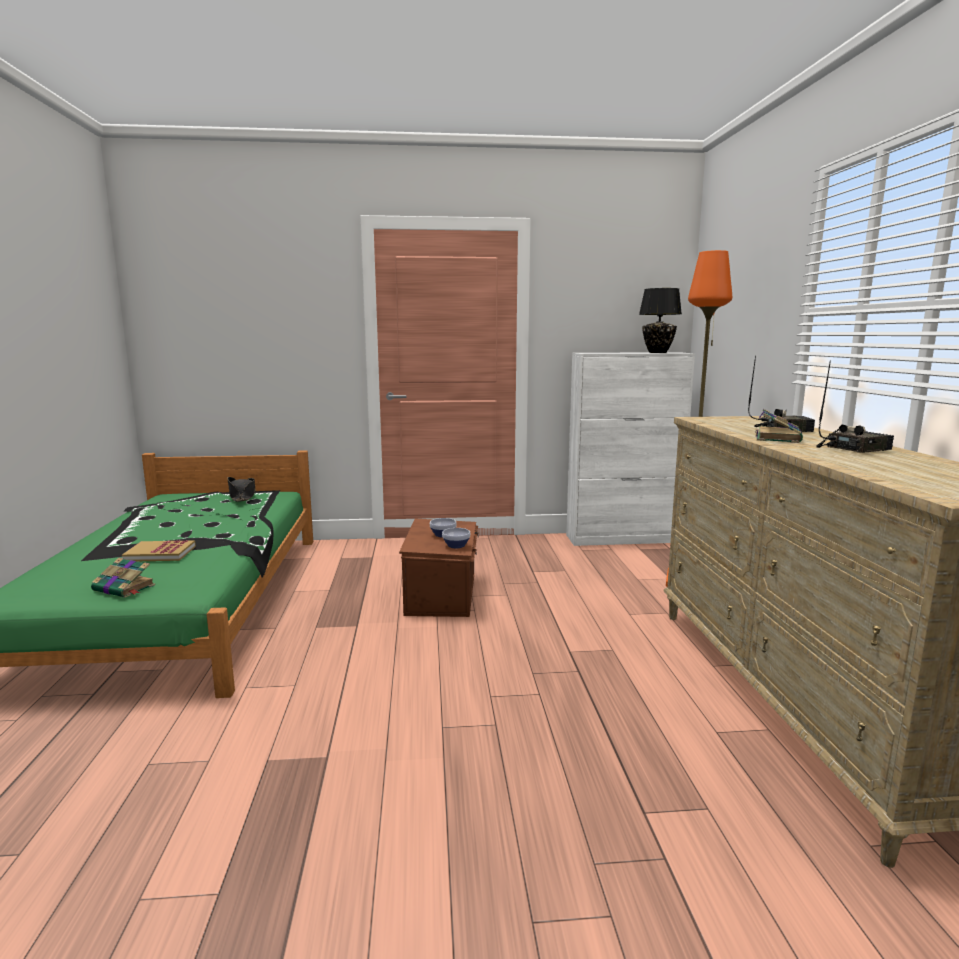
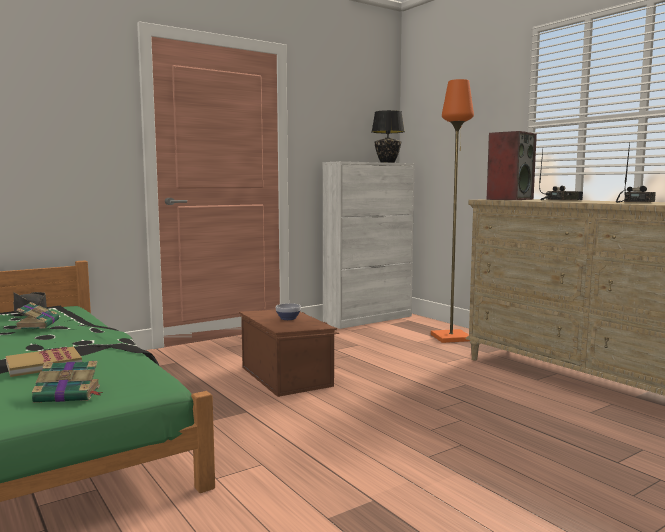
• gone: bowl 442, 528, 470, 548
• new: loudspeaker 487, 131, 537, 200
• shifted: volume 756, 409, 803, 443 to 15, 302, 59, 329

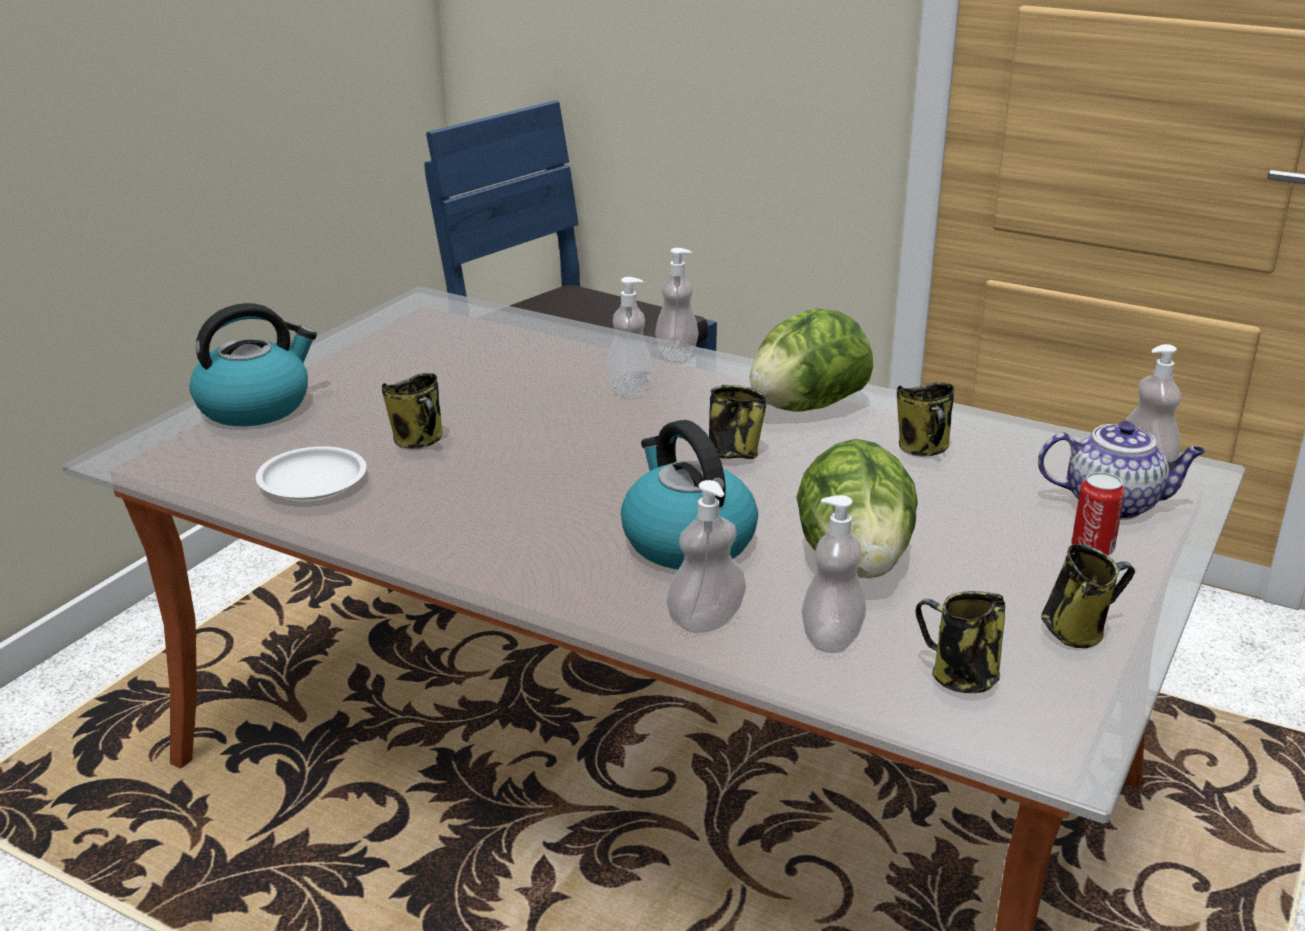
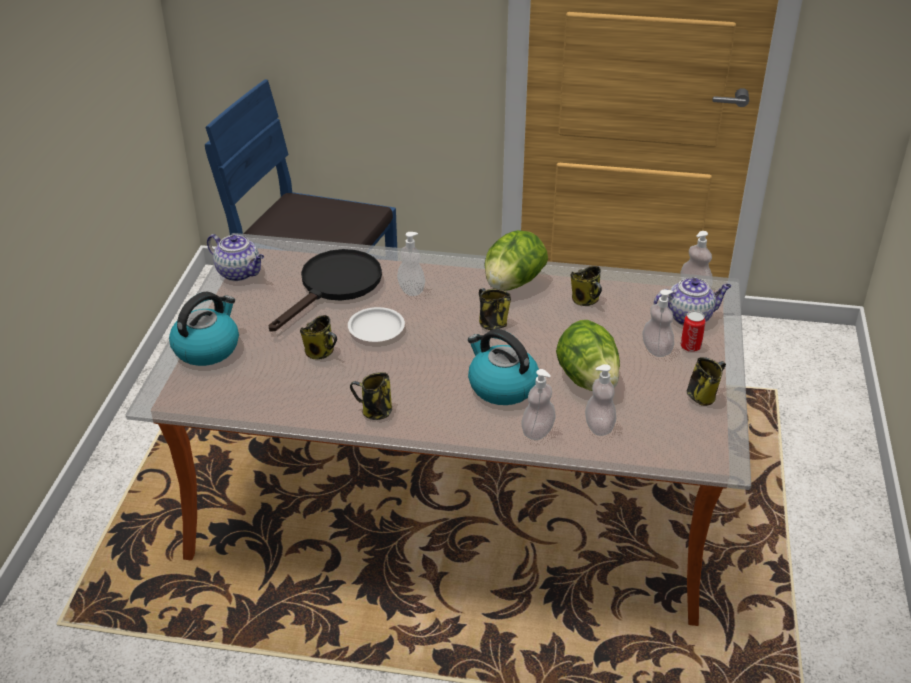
• new: pot for tea 207, 234, 264, 281
• new: black skillet 269, 249, 382, 332
• shifted: white-coloured flat dish 256, 446, 366, 500 to 348, 307, 405, 342
• shifted: liquid soap bottle 655, 248, 699, 361 to 643, 290, 674, 357
• shifted: mug 915, 591, 1005, 693 to 350, 372, 392, 420

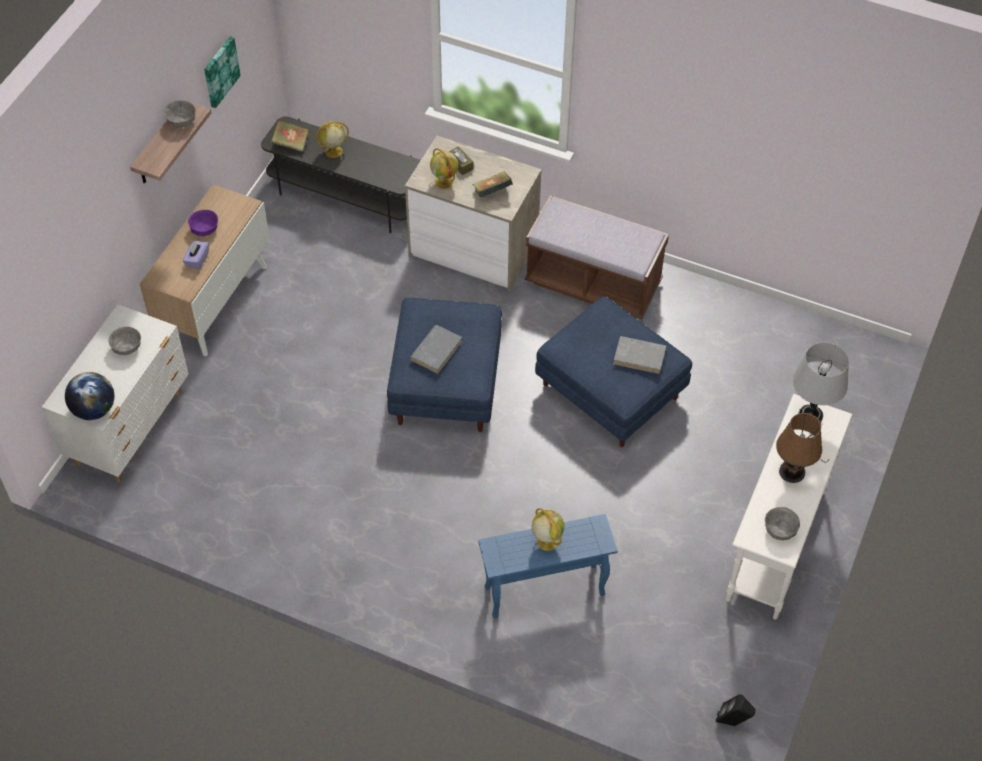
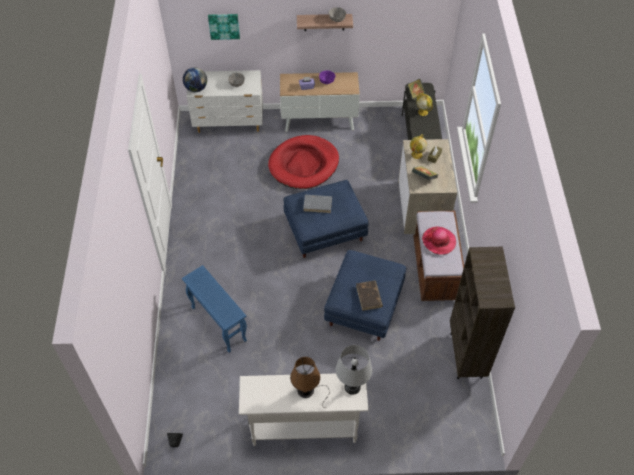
• gone: world globe 532, 508, 564, 551
• gone: gray bowl 765, 507, 800, 540
• new: reddish dog bed 268, 135, 339, 189
• new: clothing hat 422, 227, 456, 255
• new: brownish shelving unit 450, 247, 515, 379
• shifted: wall art 204, 36, 241, 108 to 208, 14, 240, 40
• repainted: gray volume 613, 336, 666, 374 to brownish volume 356, 281, 383, 311

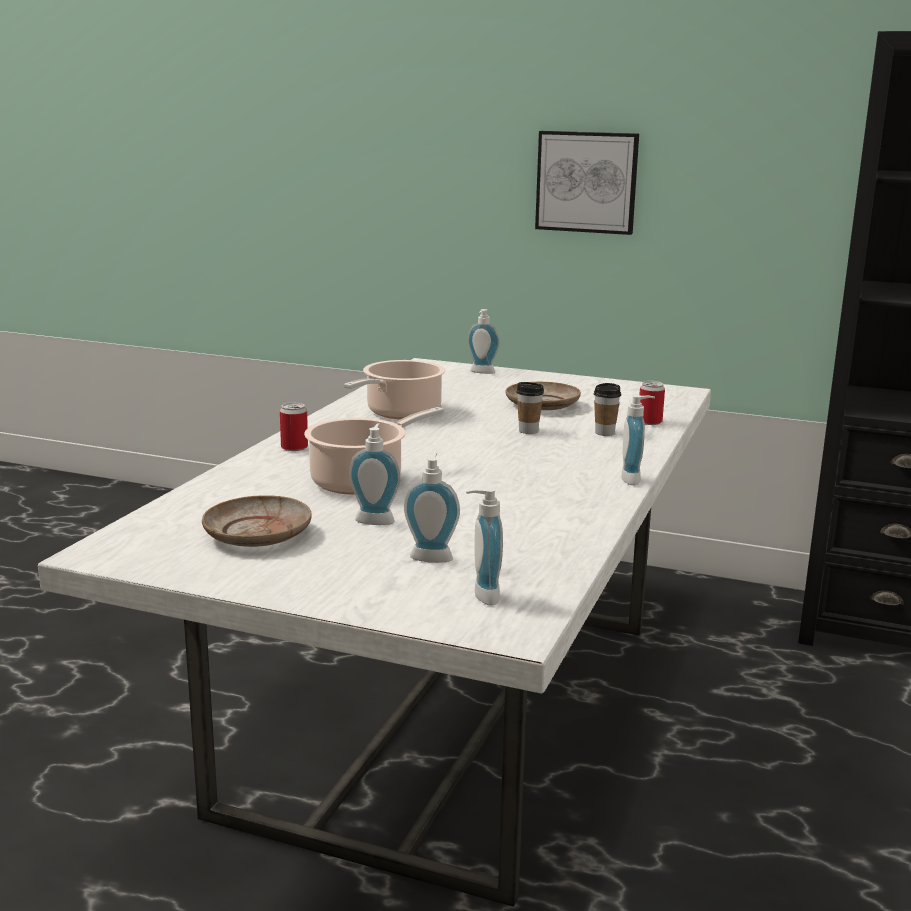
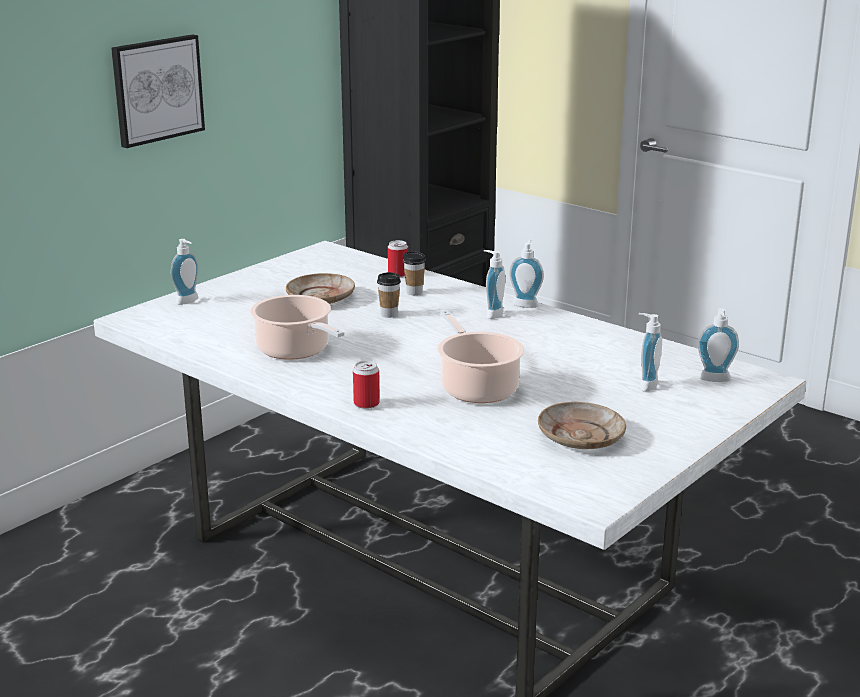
• shifted: liquid soap bottle 349, 423, 400, 525 to 483, 250, 505, 319

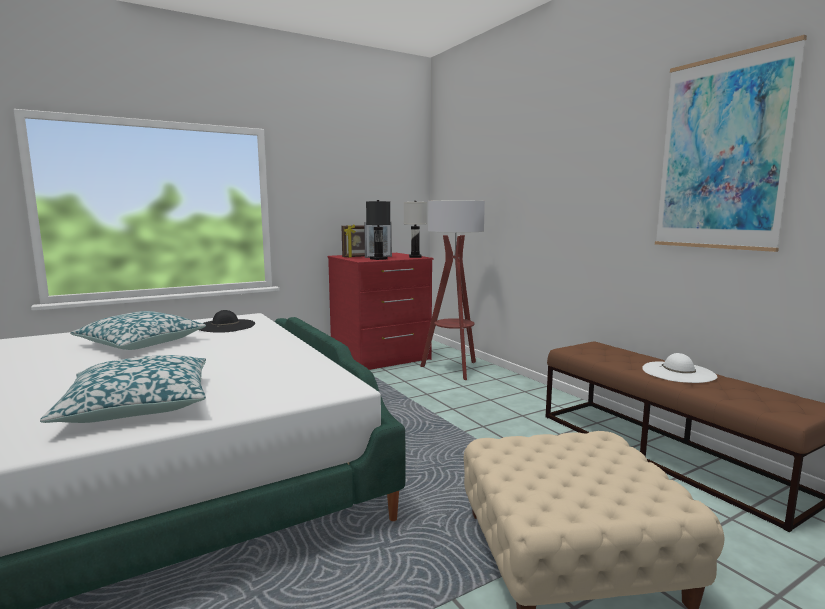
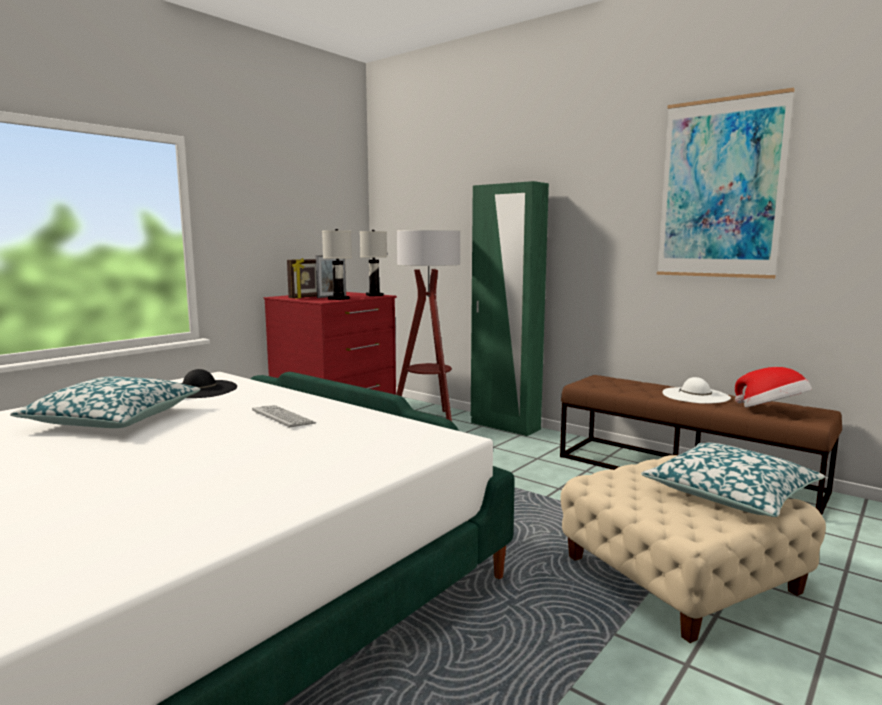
• new: keyboard 252, 405, 316, 428
• new: green wardrobe 471, 181, 549, 436
• new: clothing hat 735, 367, 812, 407
• shifted: throw pillow 40, 355, 206, 423 to 641, 443, 825, 517
• repainted: black tabletop lamp 366, 200, 391, 260 to white-coloured tabletop lamp 322, 229, 352, 300

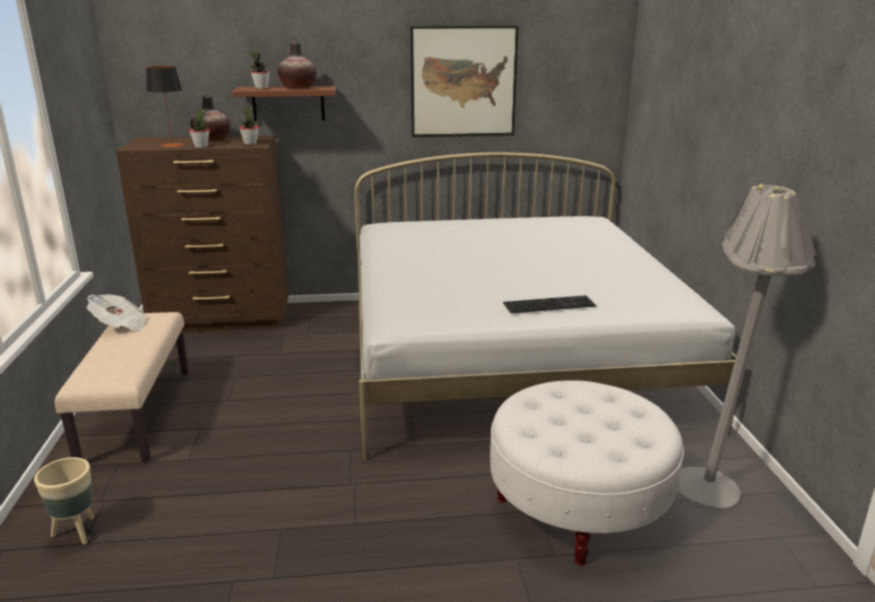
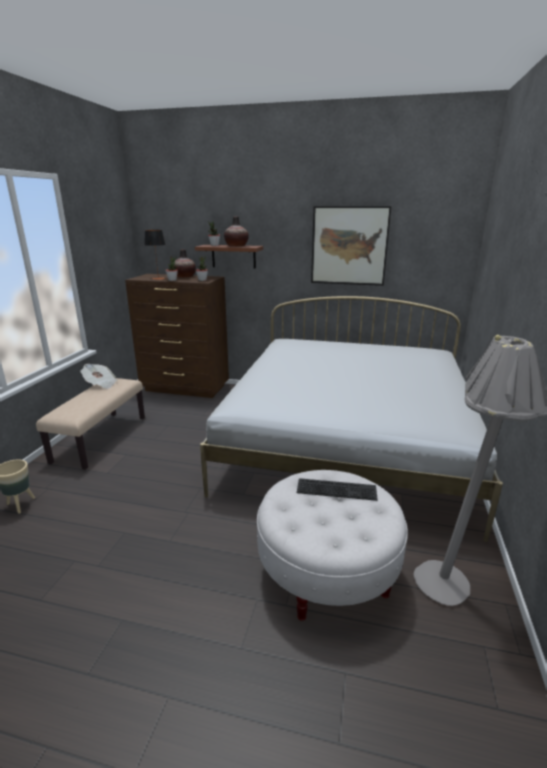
• shifted: keyboard 503, 295, 596, 313 to 297, 478, 378, 501

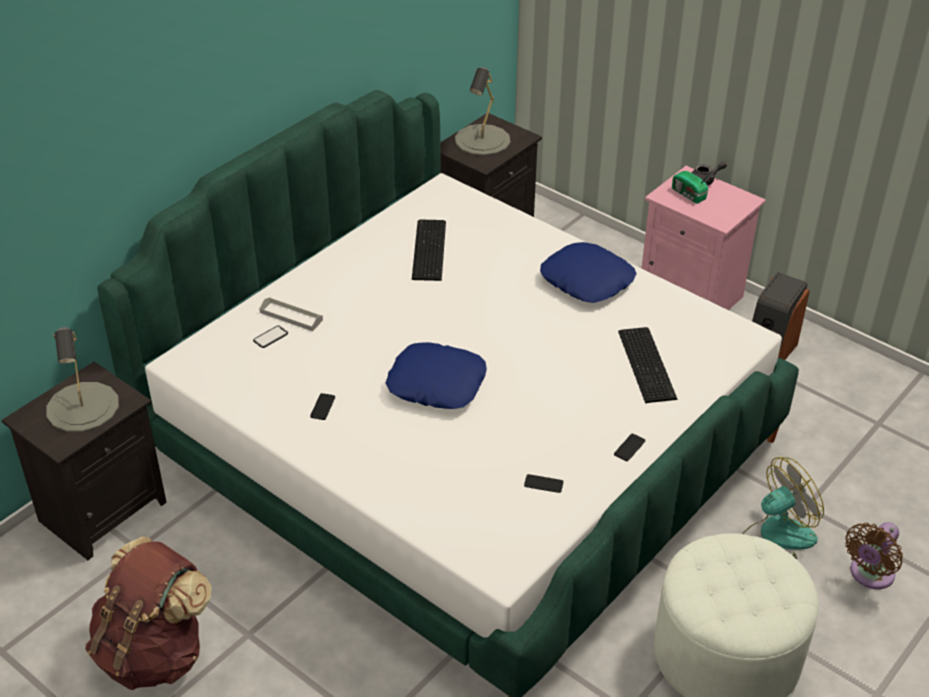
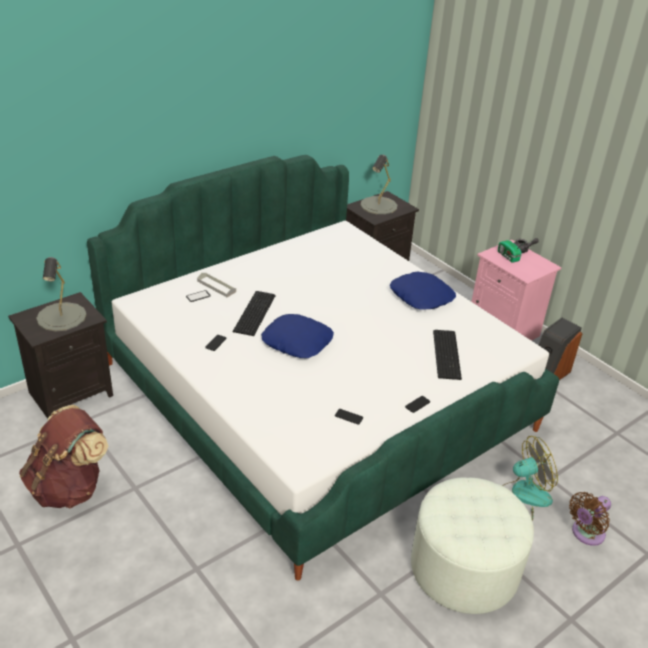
• shifted: keyboard 412, 219, 446, 281 to 232, 291, 276, 336

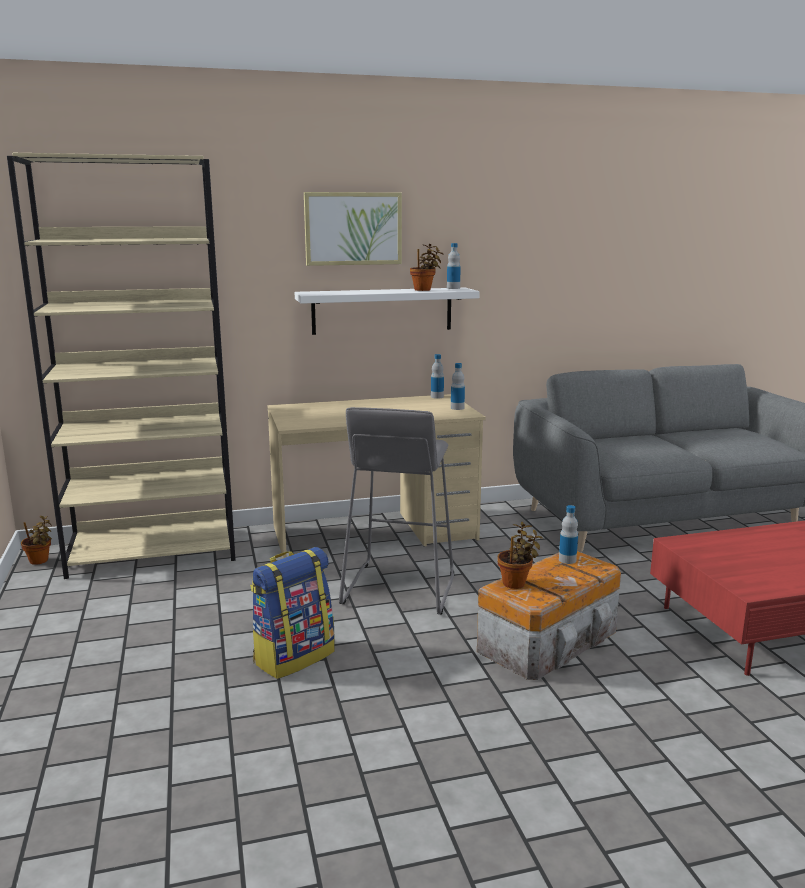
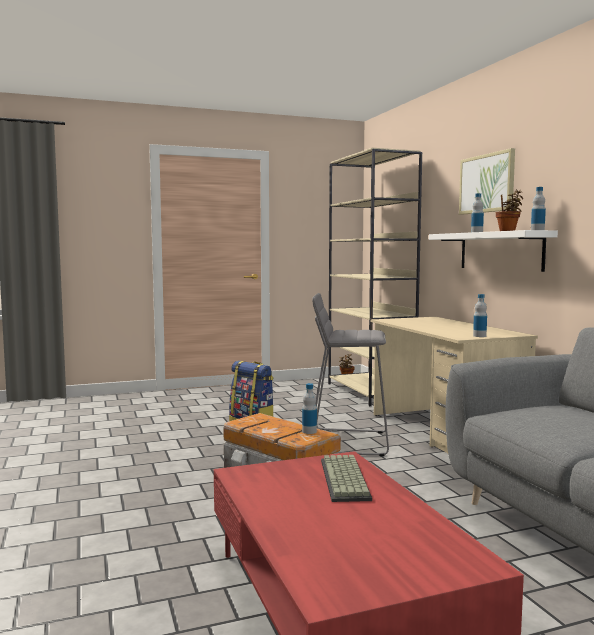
• gone: potted plant 497, 522, 543, 589
• new: keyboard 321, 455, 372, 502
• shifted: beverage bottle 431, 354, 444, 399 to 471, 193, 484, 232

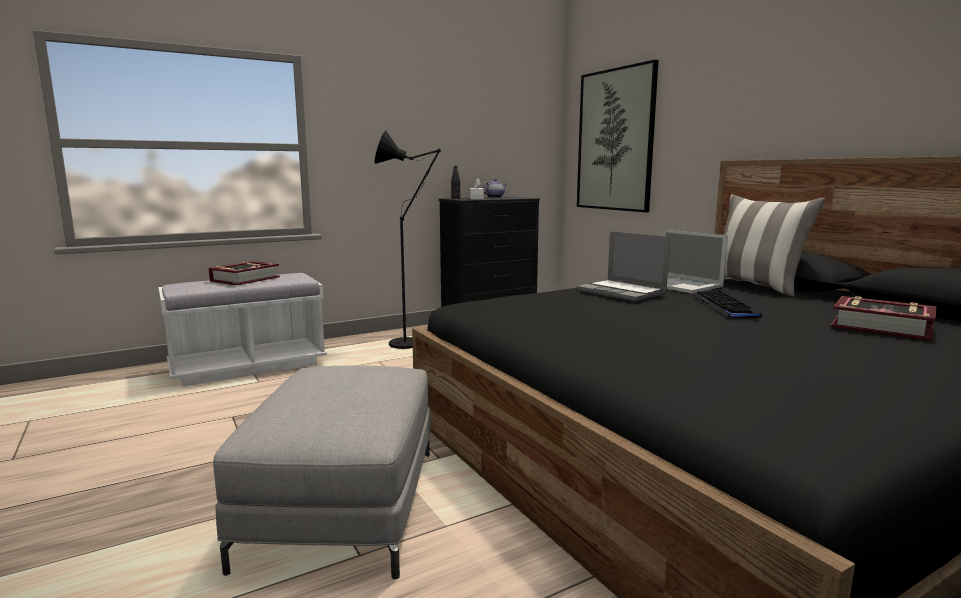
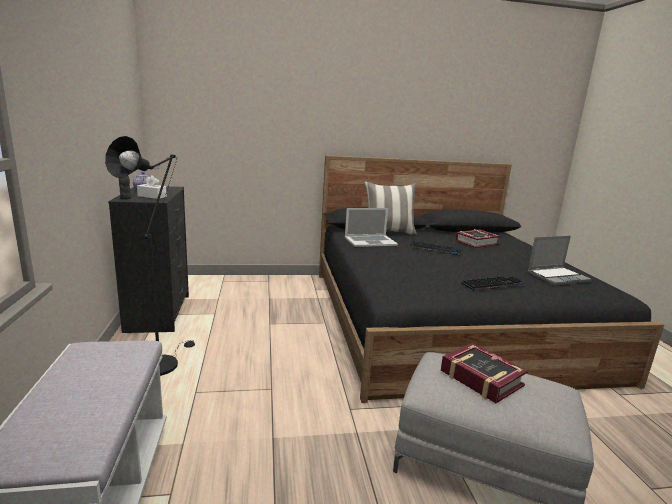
• gone: wall art 577, 60, 659, 212
• new: keyboard 461, 276, 526, 291
• shifted: volume 209, 261, 280, 285 to 441, 343, 528, 403
• shifted: laptop 577, 231, 670, 302 to 527, 236, 592, 285

